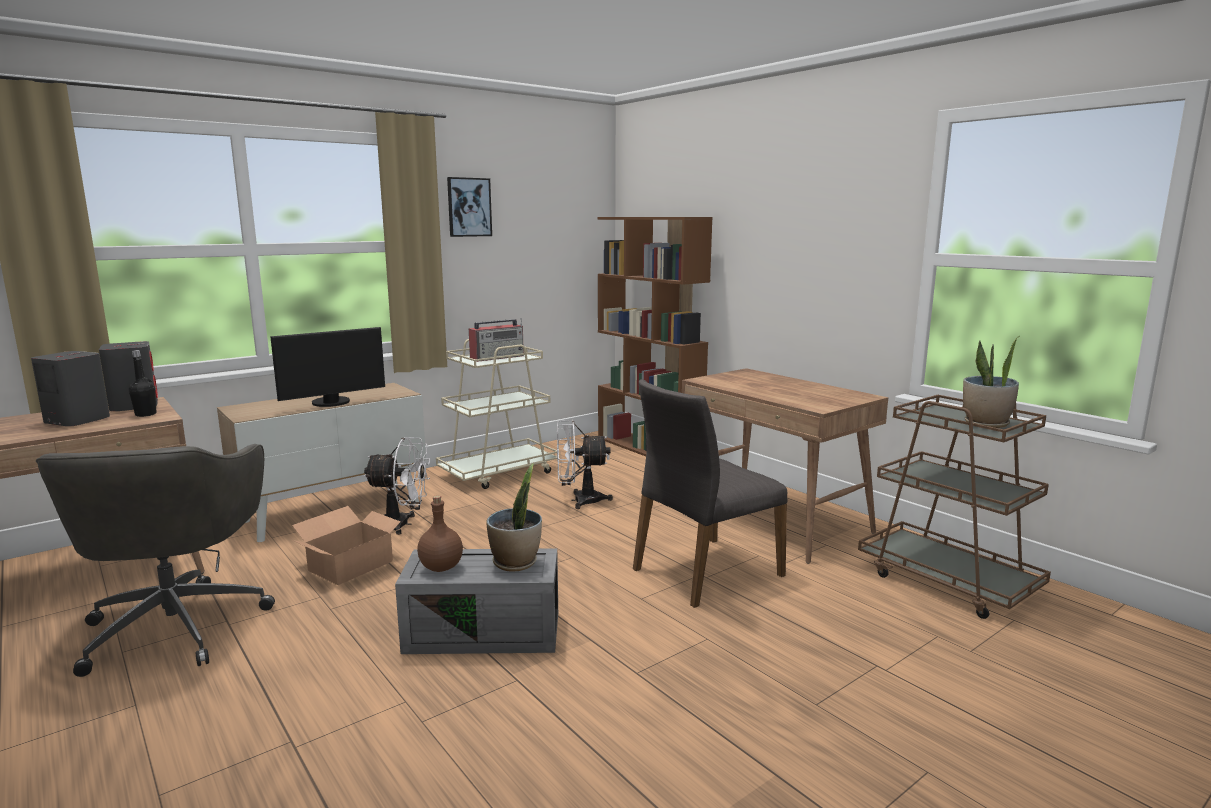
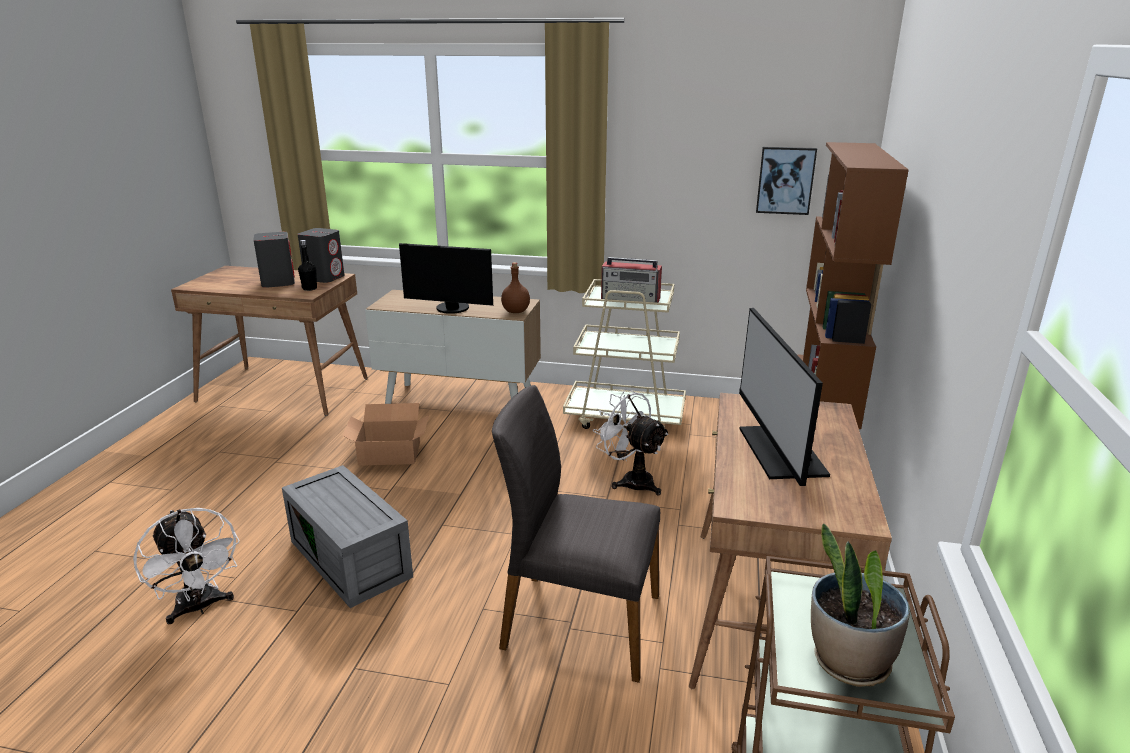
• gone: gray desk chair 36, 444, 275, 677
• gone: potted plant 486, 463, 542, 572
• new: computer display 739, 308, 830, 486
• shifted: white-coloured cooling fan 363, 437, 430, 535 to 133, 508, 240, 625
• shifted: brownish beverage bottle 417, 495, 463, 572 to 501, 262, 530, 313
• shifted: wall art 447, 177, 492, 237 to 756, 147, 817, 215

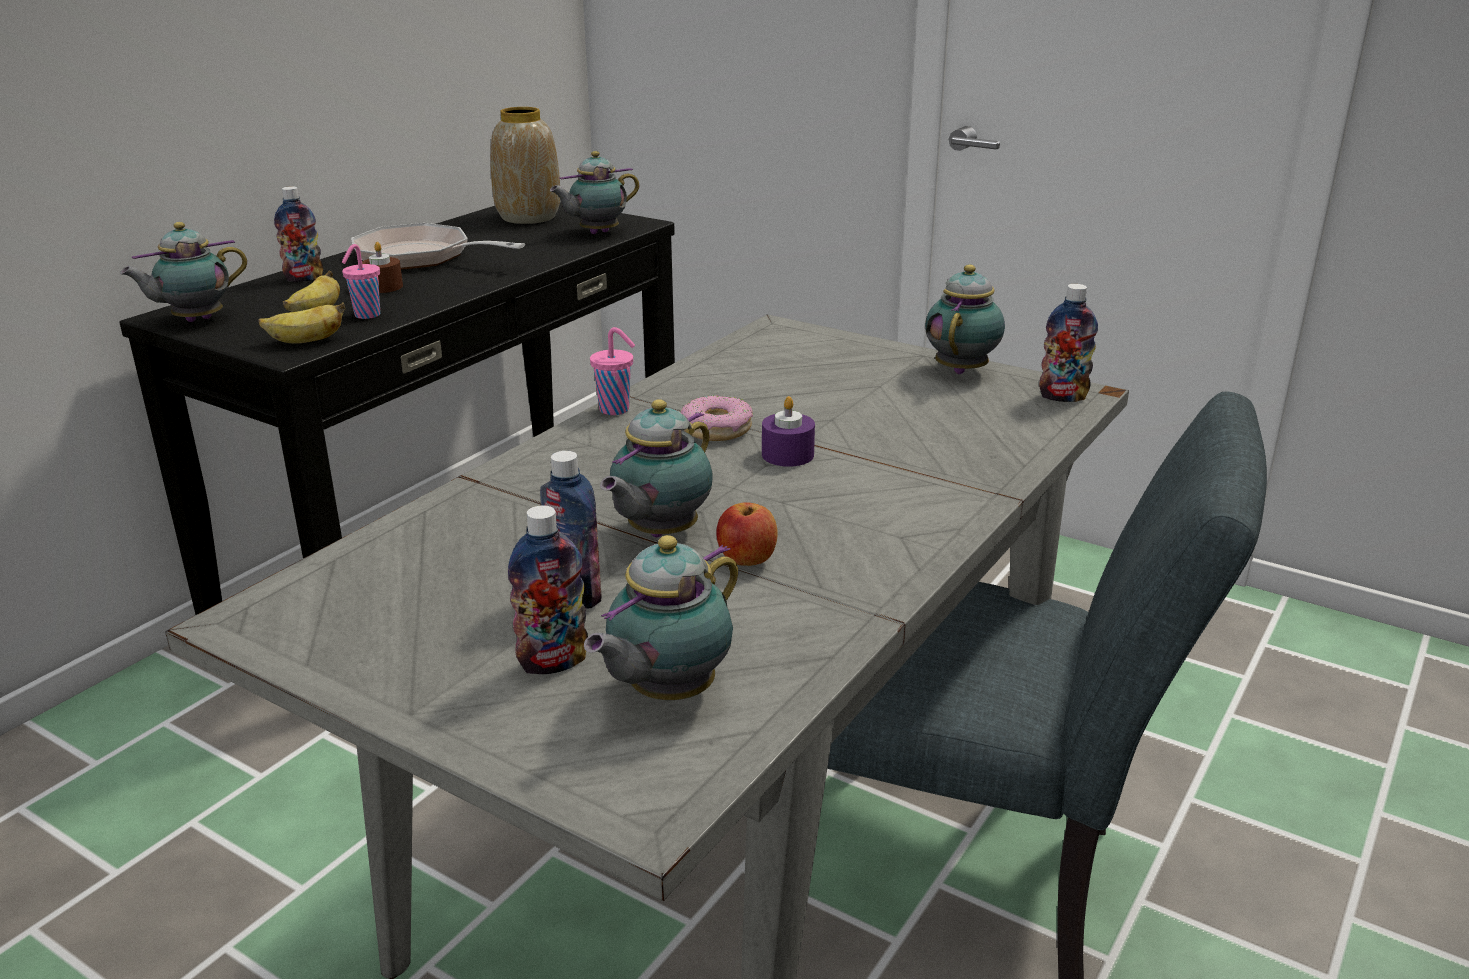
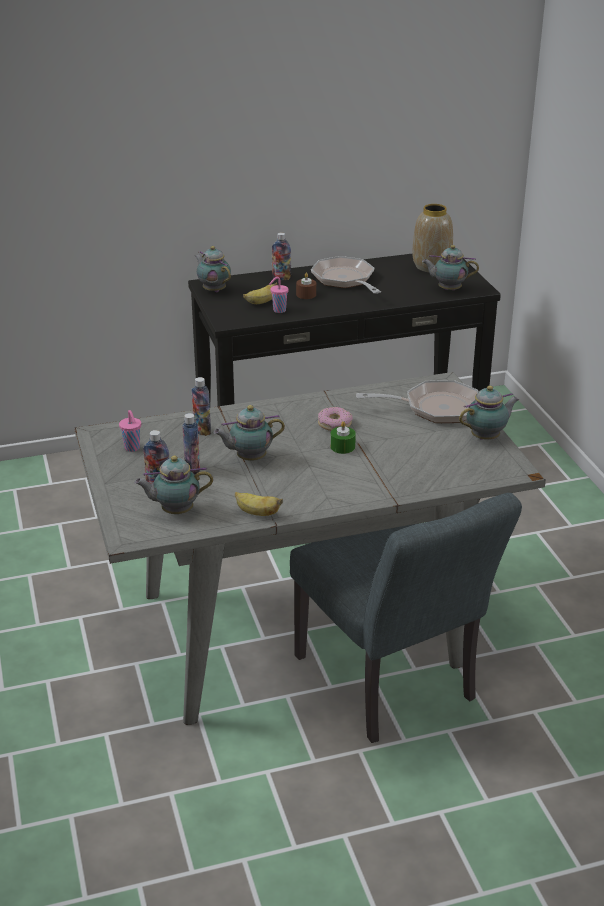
• gone: apple fruit 716, 502, 778, 566
• new: skillet 356, 380, 479, 423
• shifted: banana fruit 258, 302, 346, 344 to 235, 492, 283, 516
• shifted: pink drinking cup 590, 327, 635, 415 to 119, 410, 141, 452
• shifted: beverage bottle 1039, 284, 1098, 402 to 191, 377, 211, 436
• repainted: purple-coloured wax candle 762, 396, 815, 467 to green wax candle 330, 421, 356, 454
• rotated: pot for tea 120, 222, 247, 322 = 195, 246, 231, 292 45 degrees clockwise

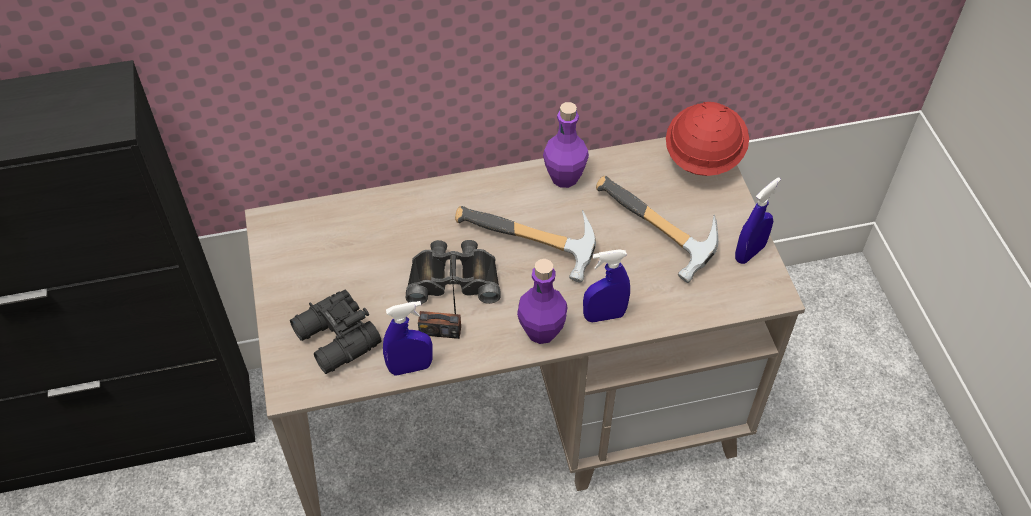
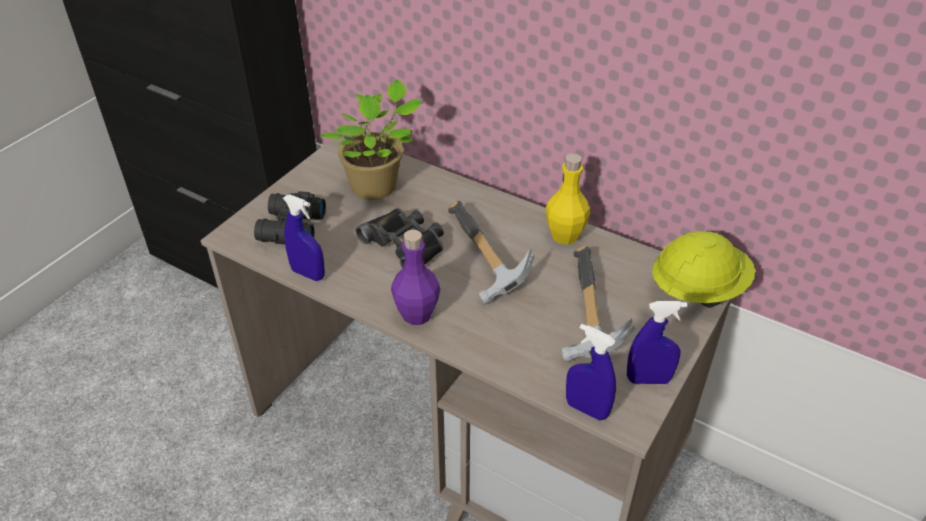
• gone: radio set 418, 262, 461, 339
• new: potted plant 320, 79, 423, 200
• shifted: blue sprayer 583, 249, 630, 322 to 566, 324, 616, 421
• repainted: purple-coloured beverage bottle 543, 102, 589, 188 to yellow-coloured beverage bottle 546, 154, 590, 245
• repainted: reddish hard hat 666, 102, 749, 176 to yellow-coloured hard hat 652, 231, 755, 308

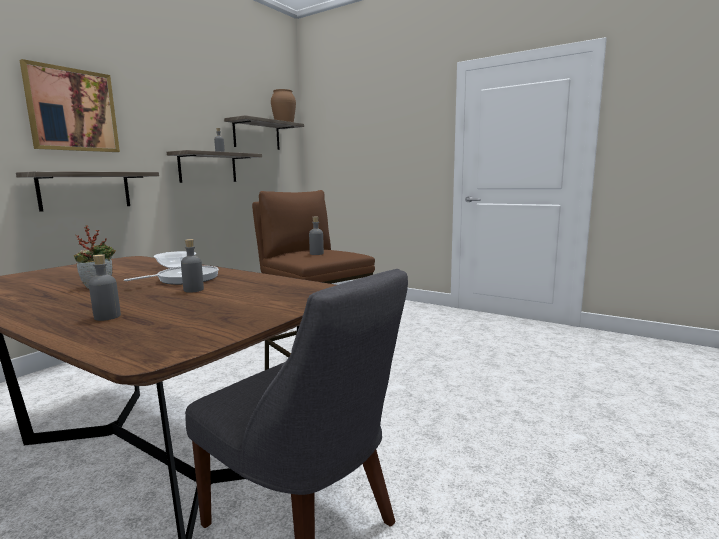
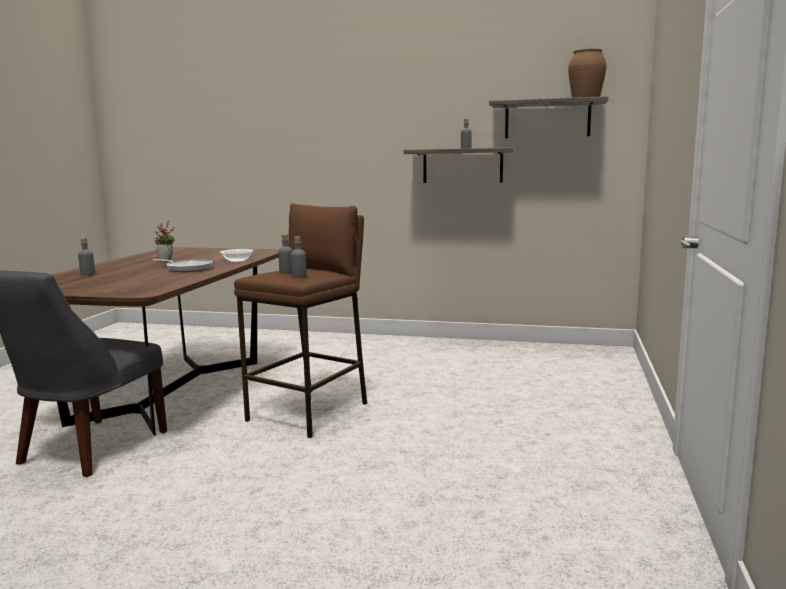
• gone: wall shelf 16, 171, 159, 212
• gone: wall art 20, 59, 120, 152
• shifted: gray beverage bottle 181, 239, 204, 293 to 291, 237, 307, 278

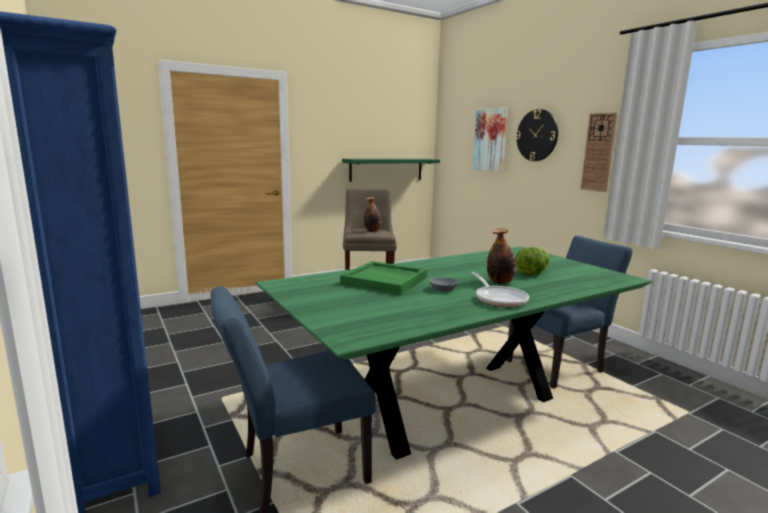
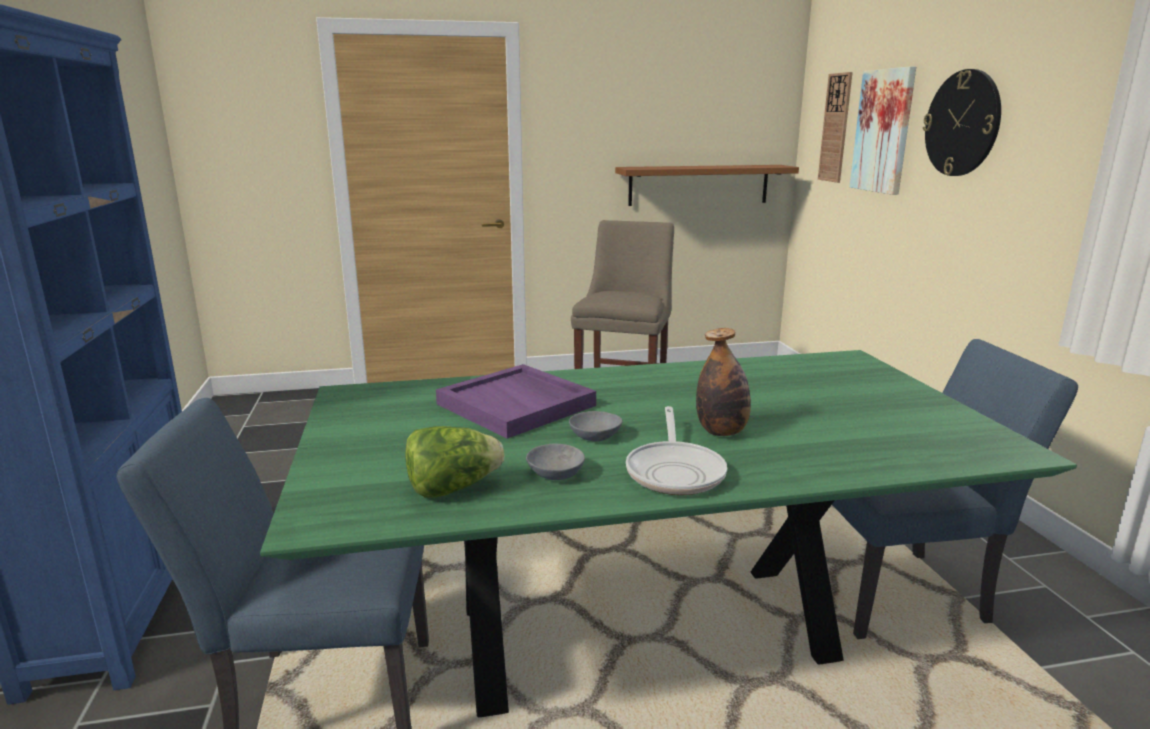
• gone: beverage bottle 364, 197, 381, 232
• new: gray bowl 526, 443, 585, 480
• shifted: head of lettuce 515, 247, 550, 276 to 405, 426, 504, 497
• shifted: clock on the wall 581, 113, 617, 192 to 818, 72, 853, 183
• repainted: green serving tray 340, 261, 427, 295 to purple-coloured serving tray 436, 364, 596, 439
• repainted: green wall shelf 342, 159, 440, 182 to brownish wall shelf 615, 165, 799, 206

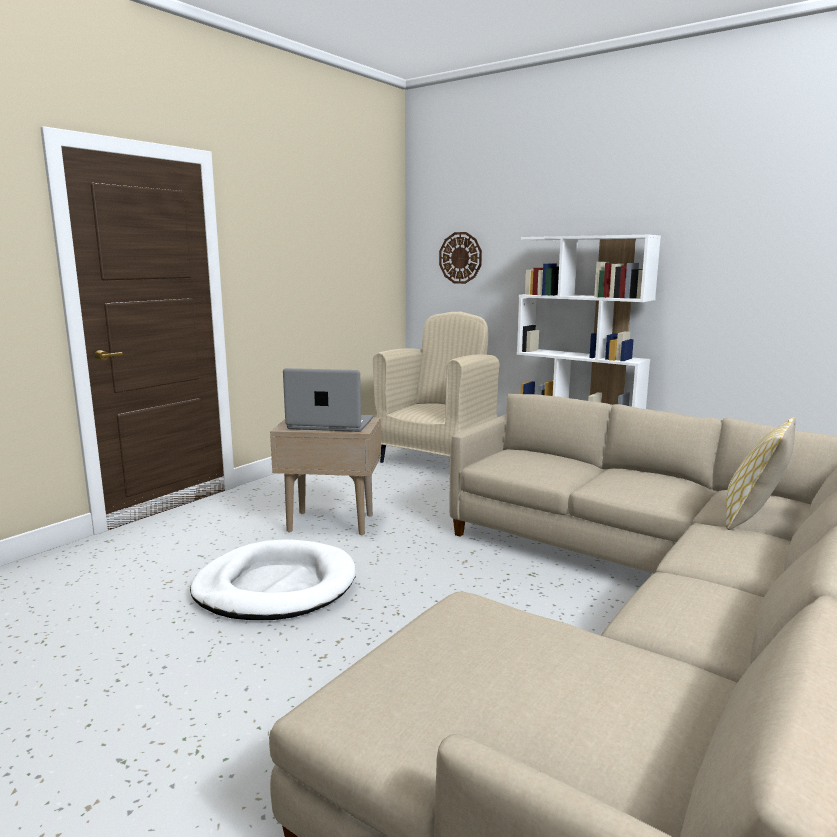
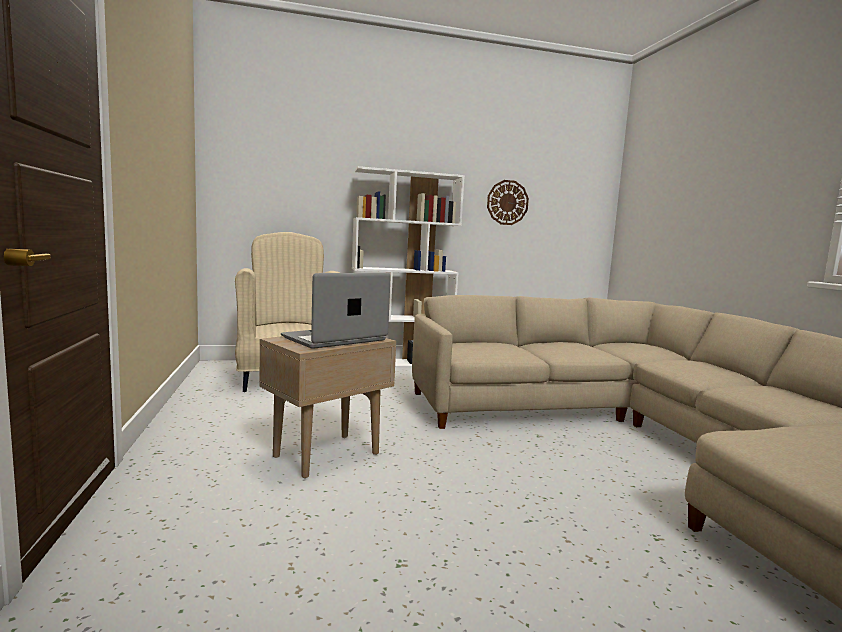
• gone: white-coloured dog bed 190, 539, 356, 620
• gone: throw pillow 726, 417, 796, 530
• shifted: clock on the wall 439, 232, 482, 284 to 487, 180, 529, 225

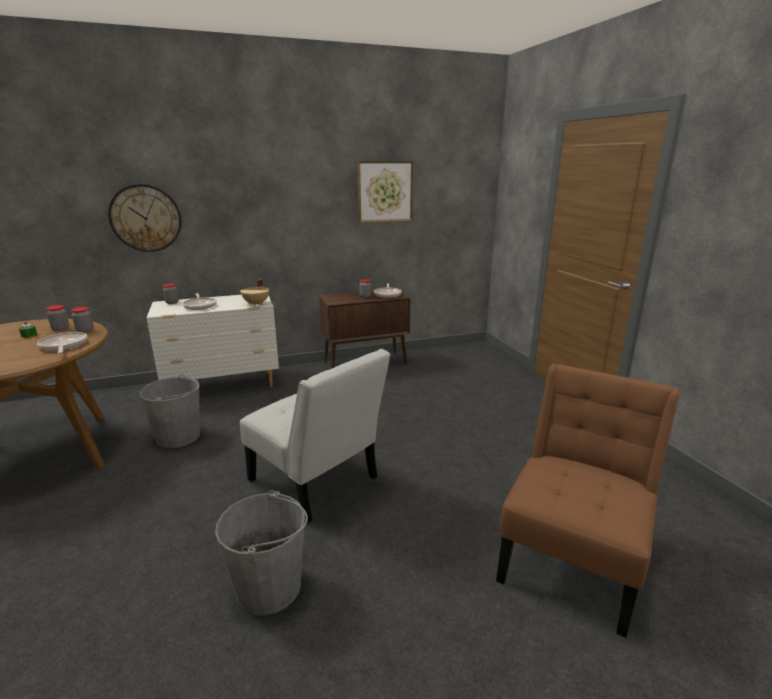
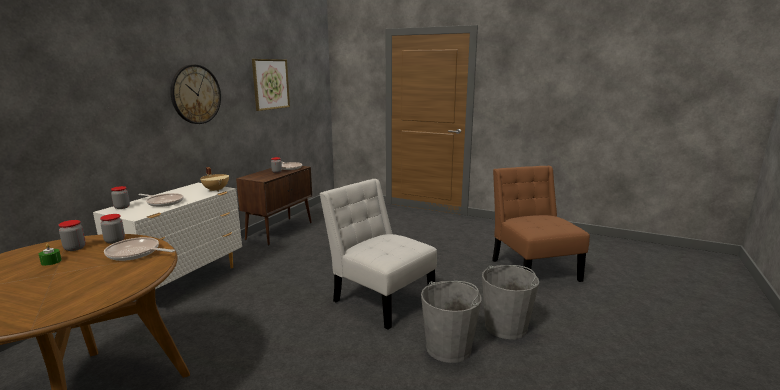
• shifted: clock on the wall 108, 184, 181, 252 to 170, 65, 221, 124
• shifted: gray bucket 139, 374, 200, 448 to 482, 265, 539, 339
• rotated: white-coloured chair 240, 349, 391, 524 = 320, 179, 437, 330 135 degrees counterclockwise

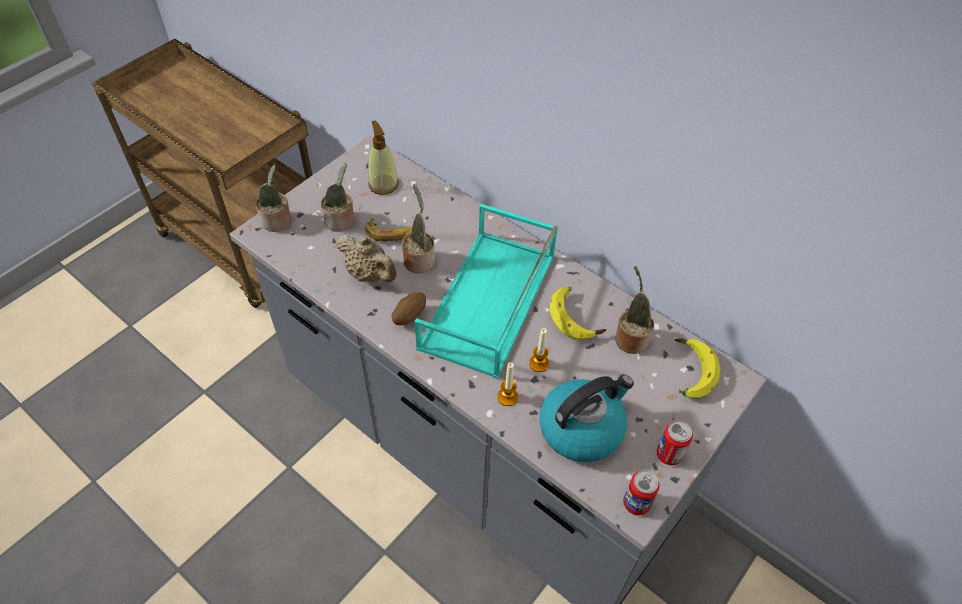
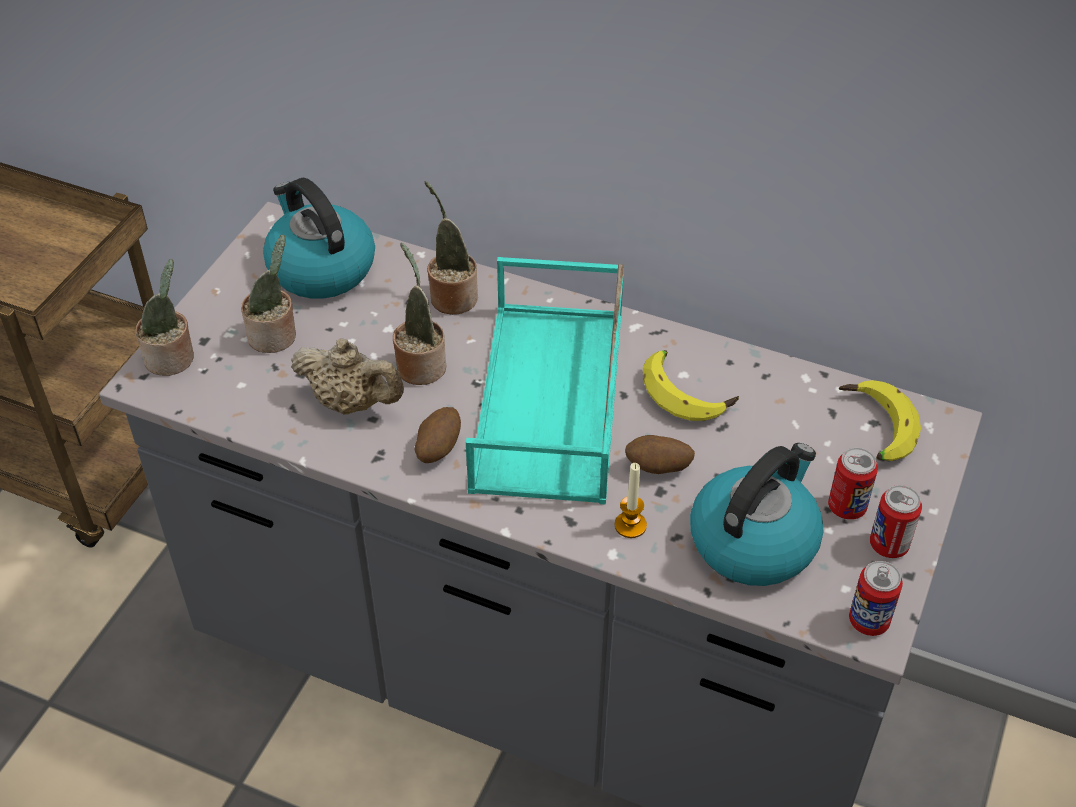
• gone: banana fruit 365, 218, 412, 241
• new: sealed can 828, 448, 878, 520
• shifted: potted plant 615, 266, 654, 354 to 425, 181, 478, 315
• swapped: liquid soap bottle 368, 121, 399, 195 to kettle 263, 178, 375, 299
• swapped: wax candle 529, 328, 549, 372 to spud 625, 435, 695, 474

